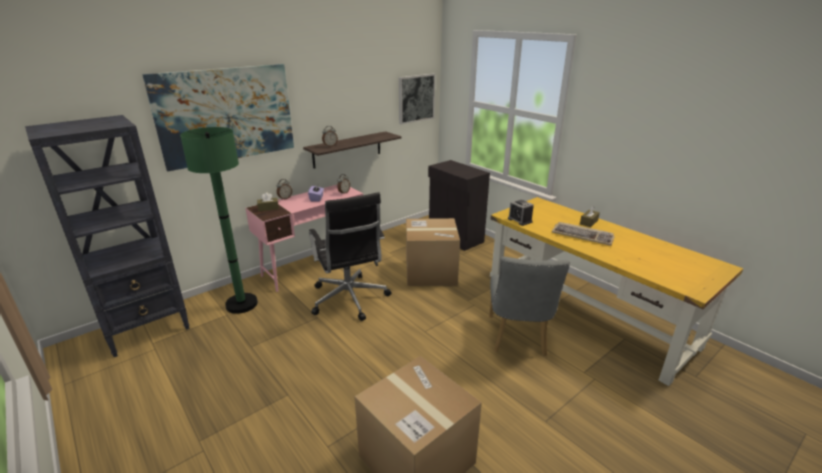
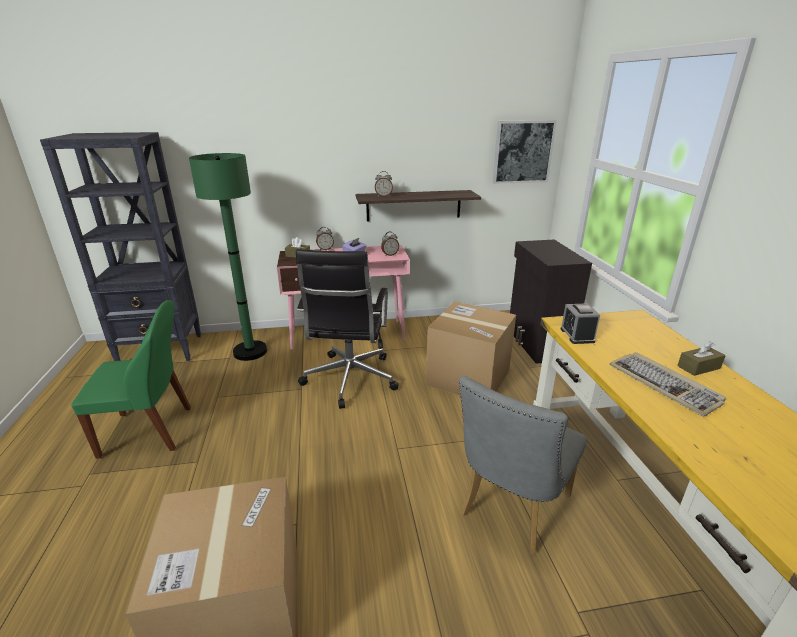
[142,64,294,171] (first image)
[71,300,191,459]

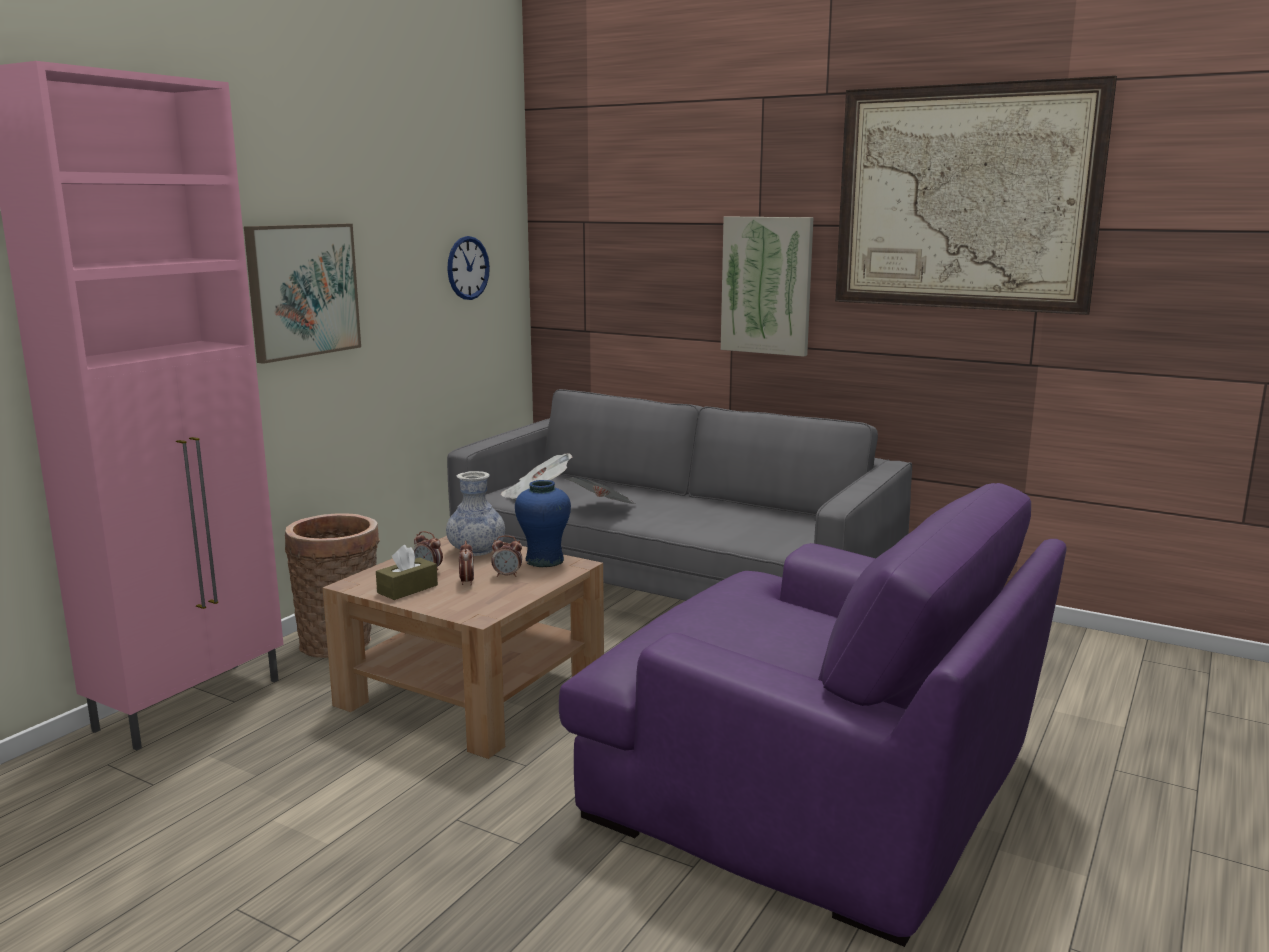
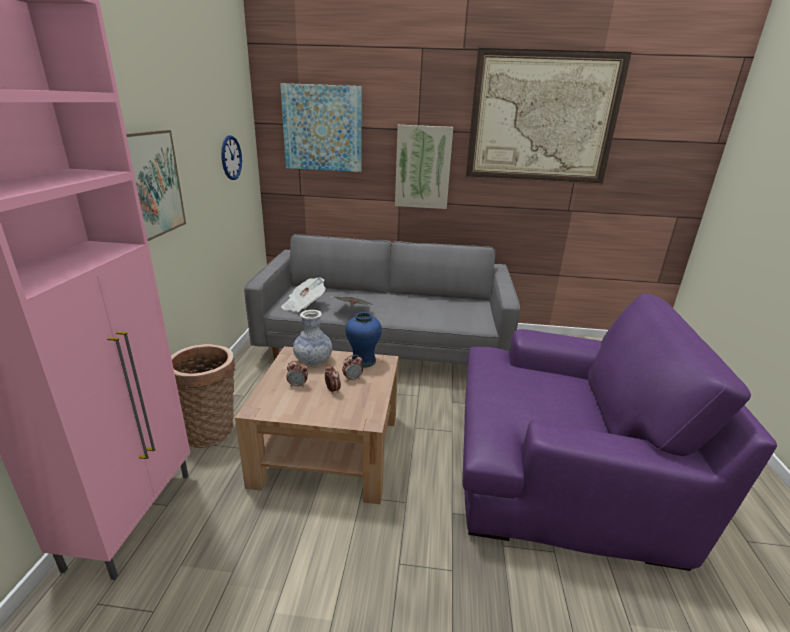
[376,545,438,600] (first image)
[280,83,362,172]

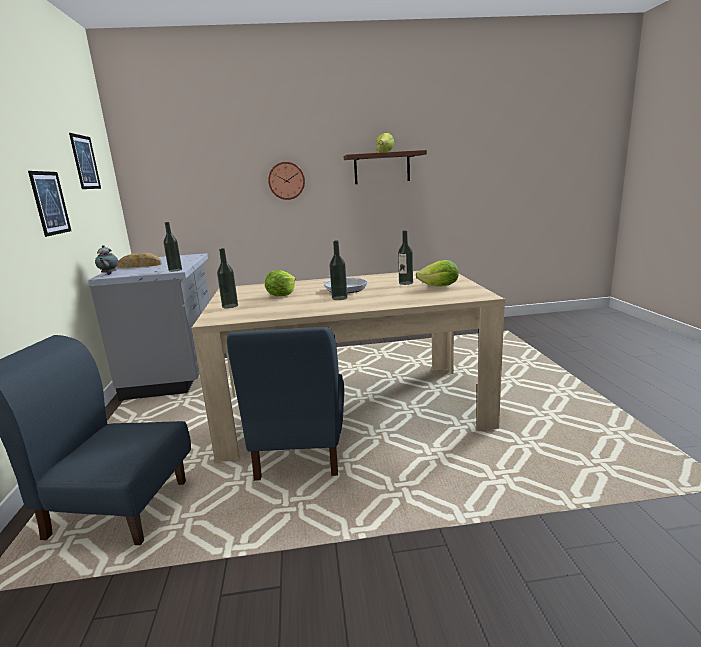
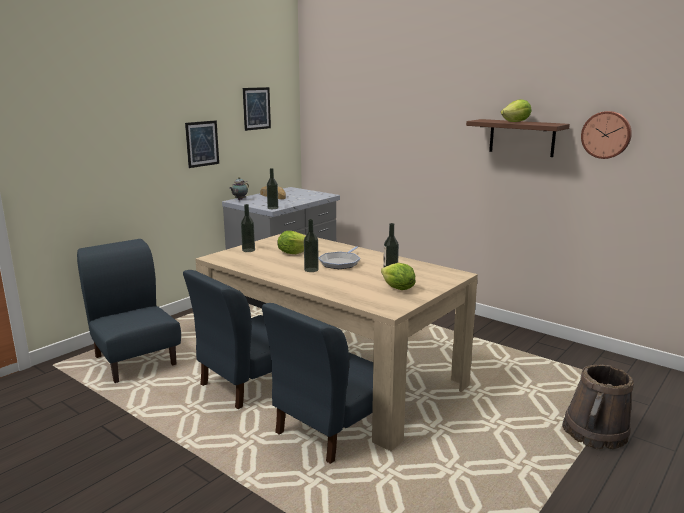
[581,111,632,159]
[262,303,373,464]
[562,364,634,450]

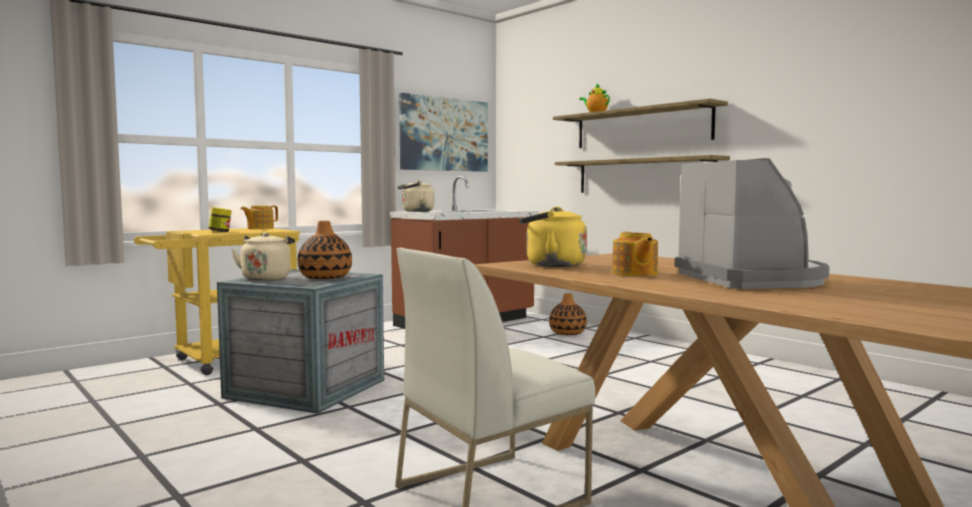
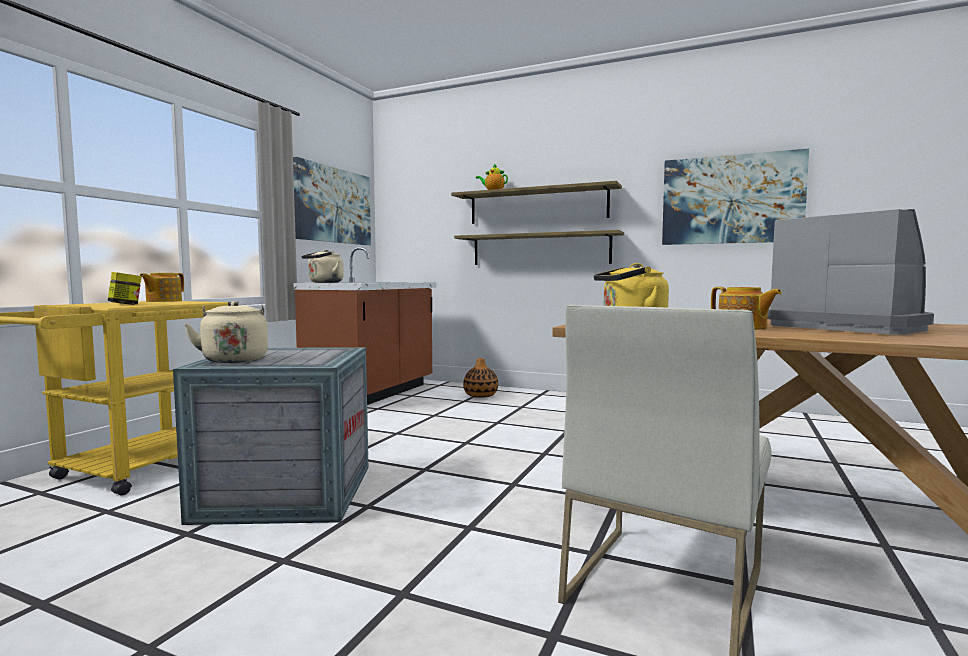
[298,221,352,279] (first image)
[662,149,809,245]

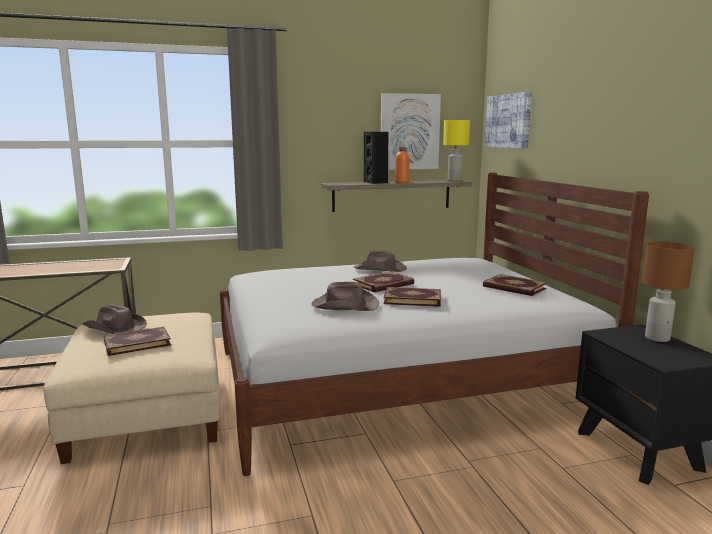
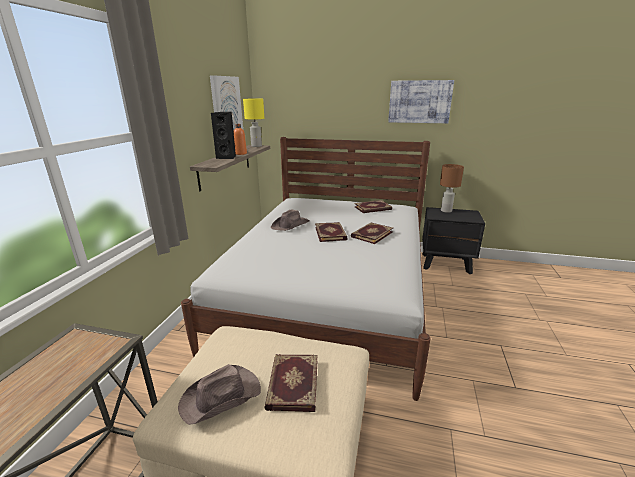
[311,282,379,311] (first image)
[388,80,454,123]

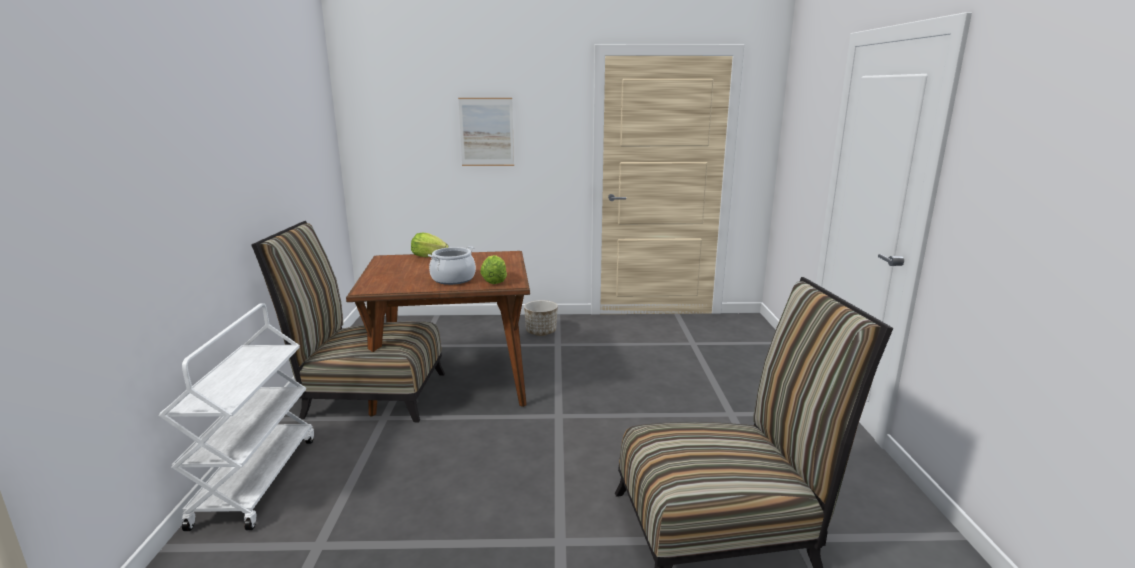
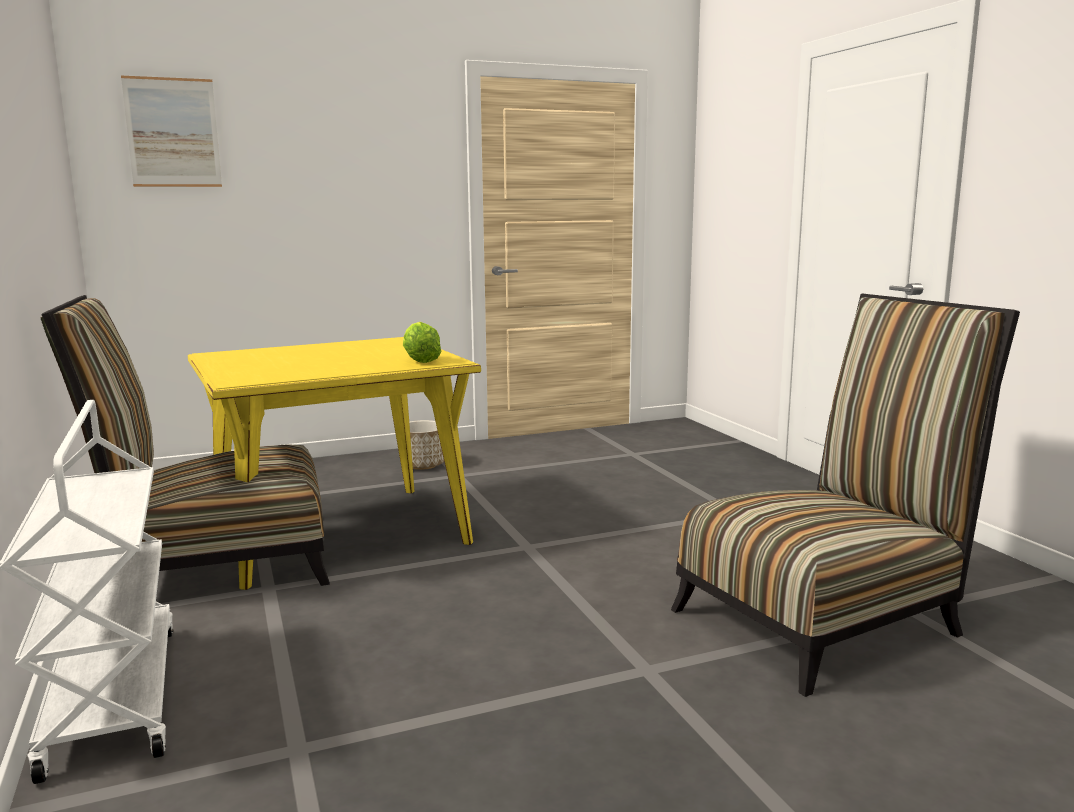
[188,337,481,590]
[411,233,448,257] (first image)
[428,246,476,285] (first image)
[121,76,222,187]

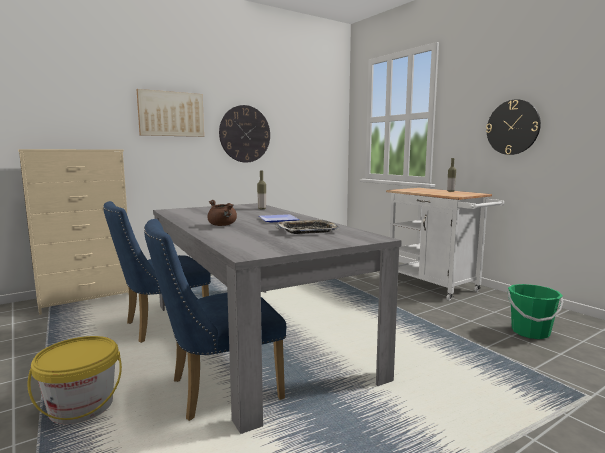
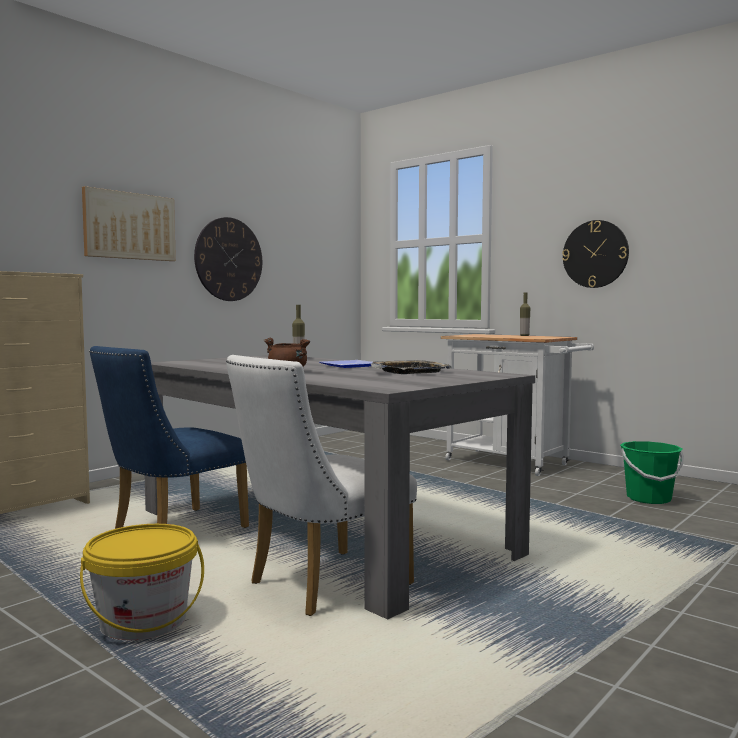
[226,355,417,616]

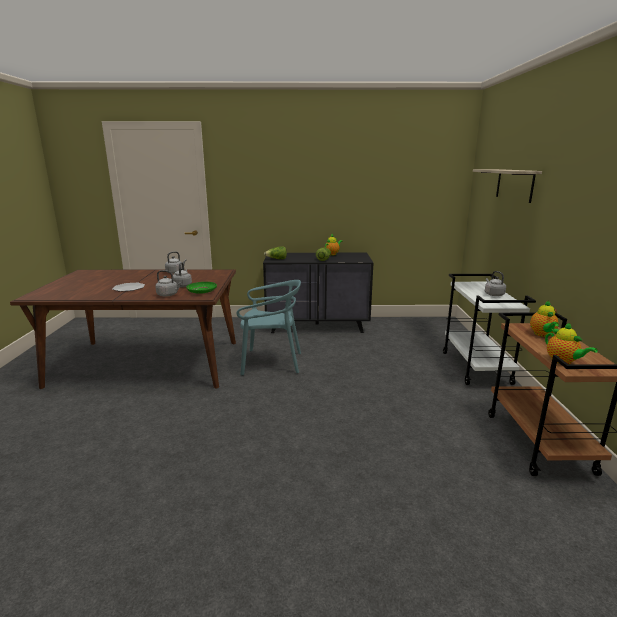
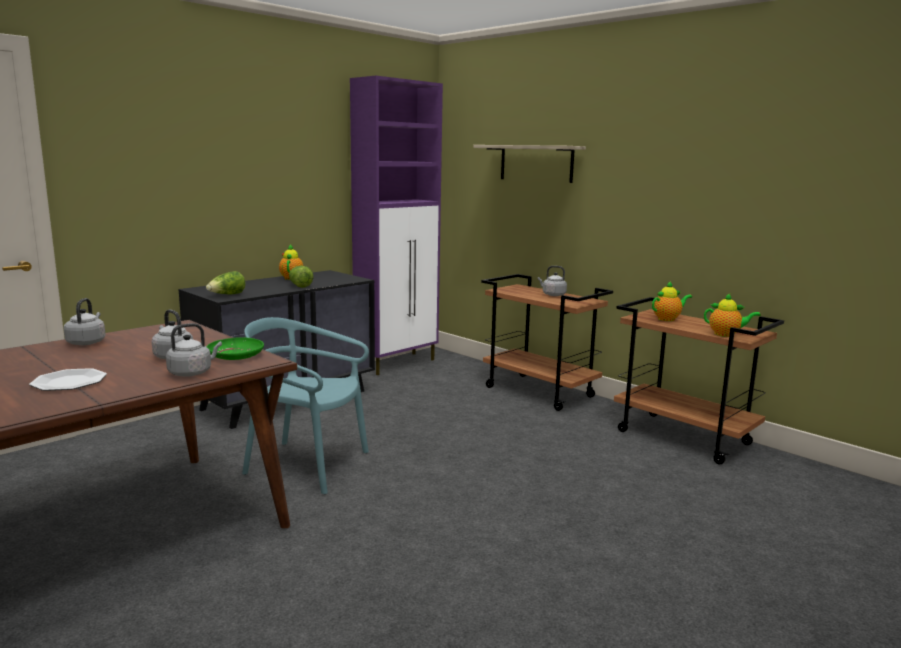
[242,317,369,494]
[481,274,613,411]
[652,281,692,321]
[350,76,443,375]

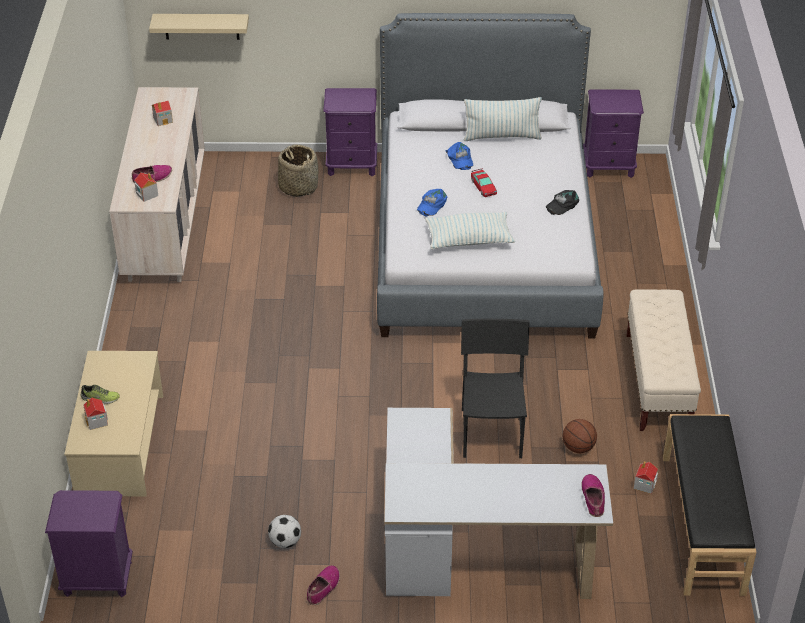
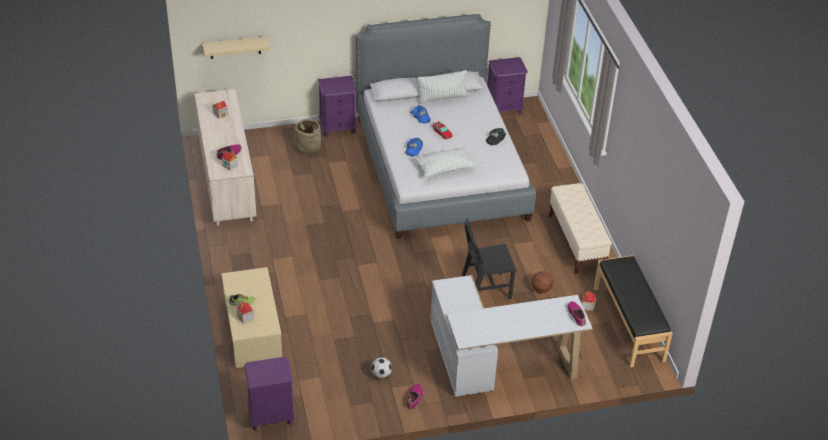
[461,219,517,299]

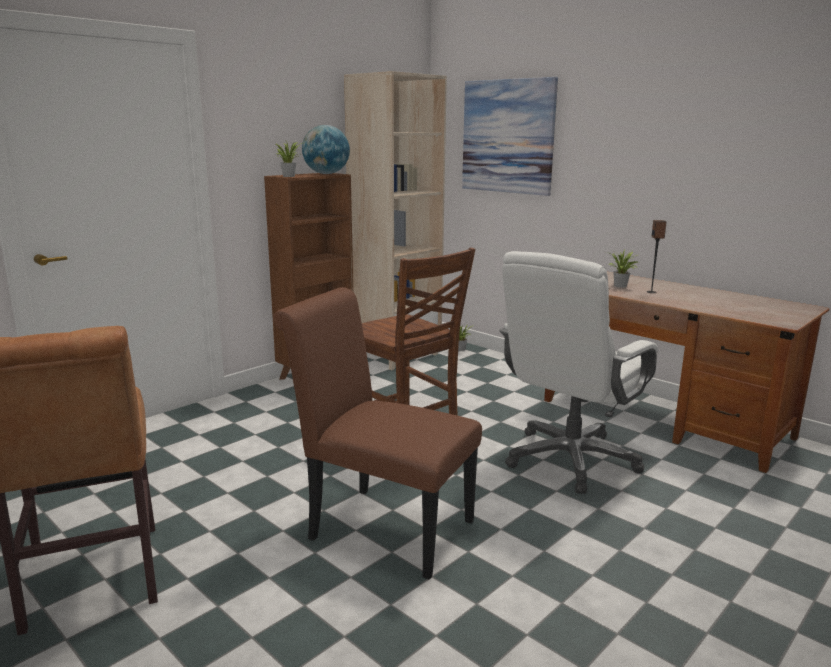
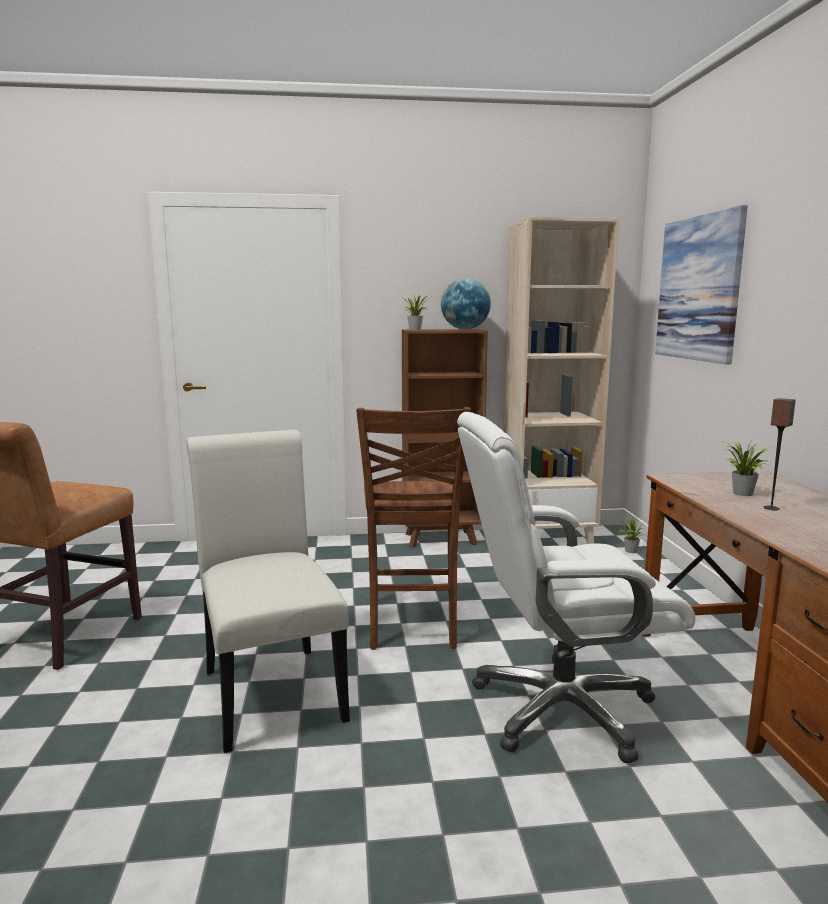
[187,430,350,753]

